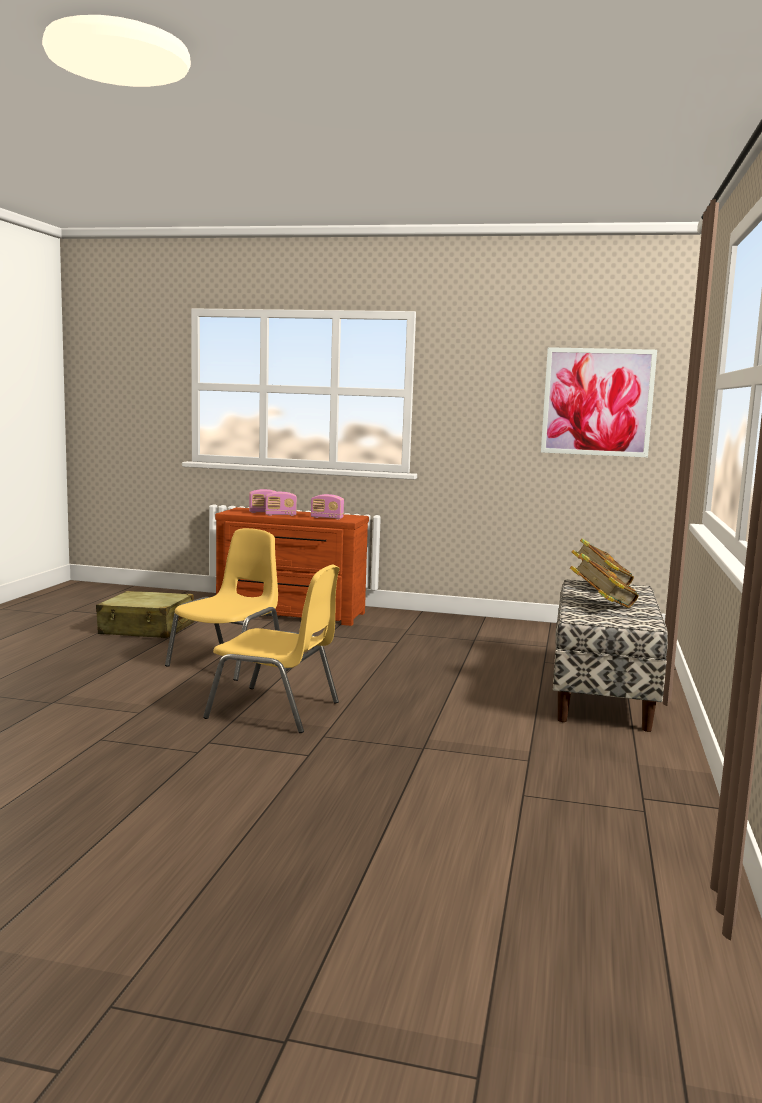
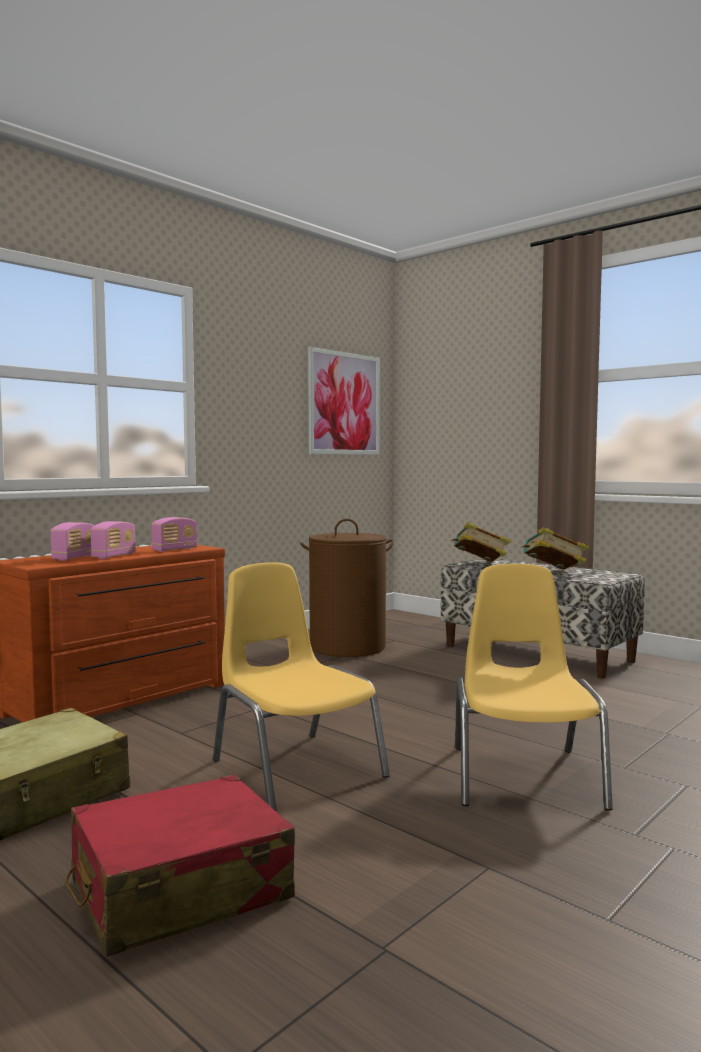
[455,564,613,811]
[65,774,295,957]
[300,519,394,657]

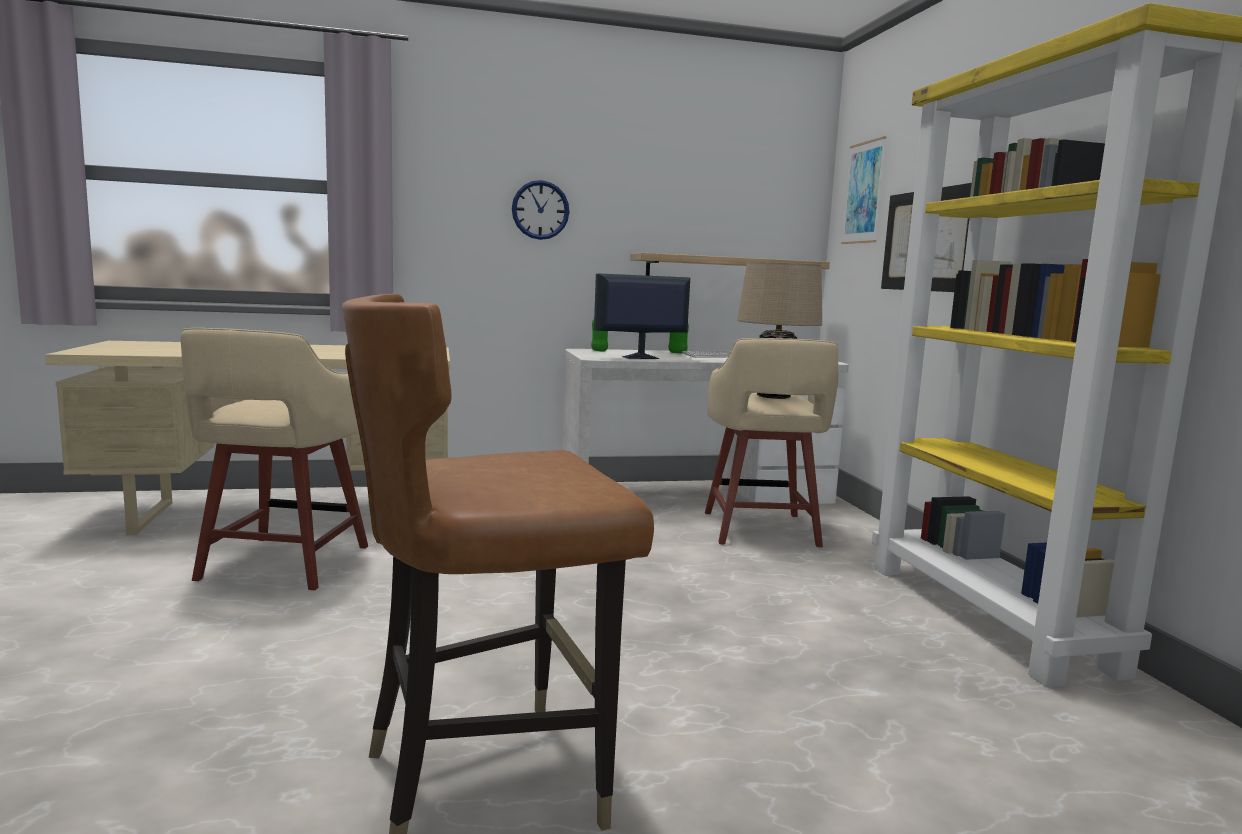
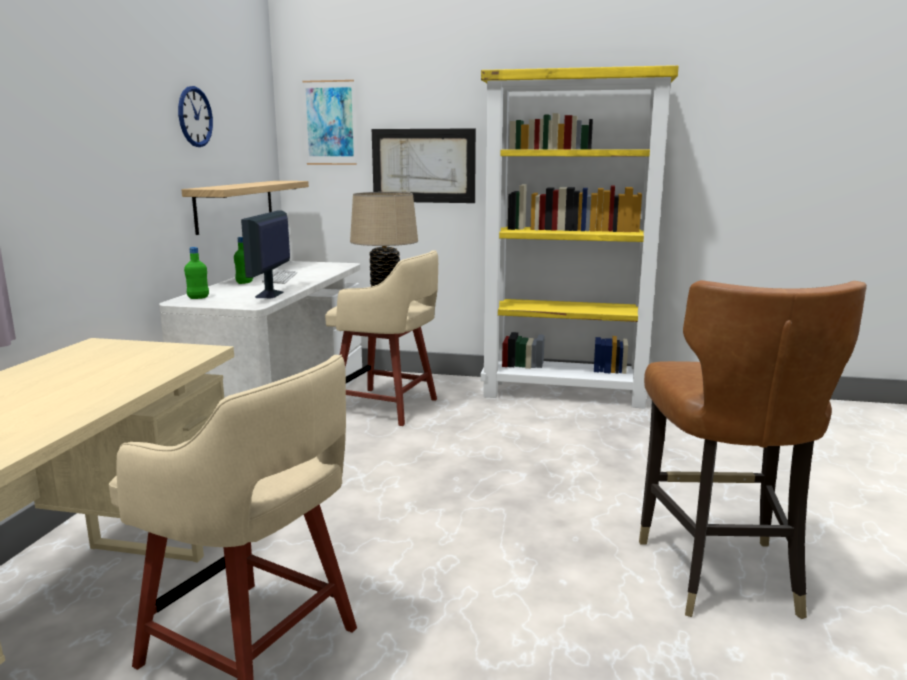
[178,86,213,147]

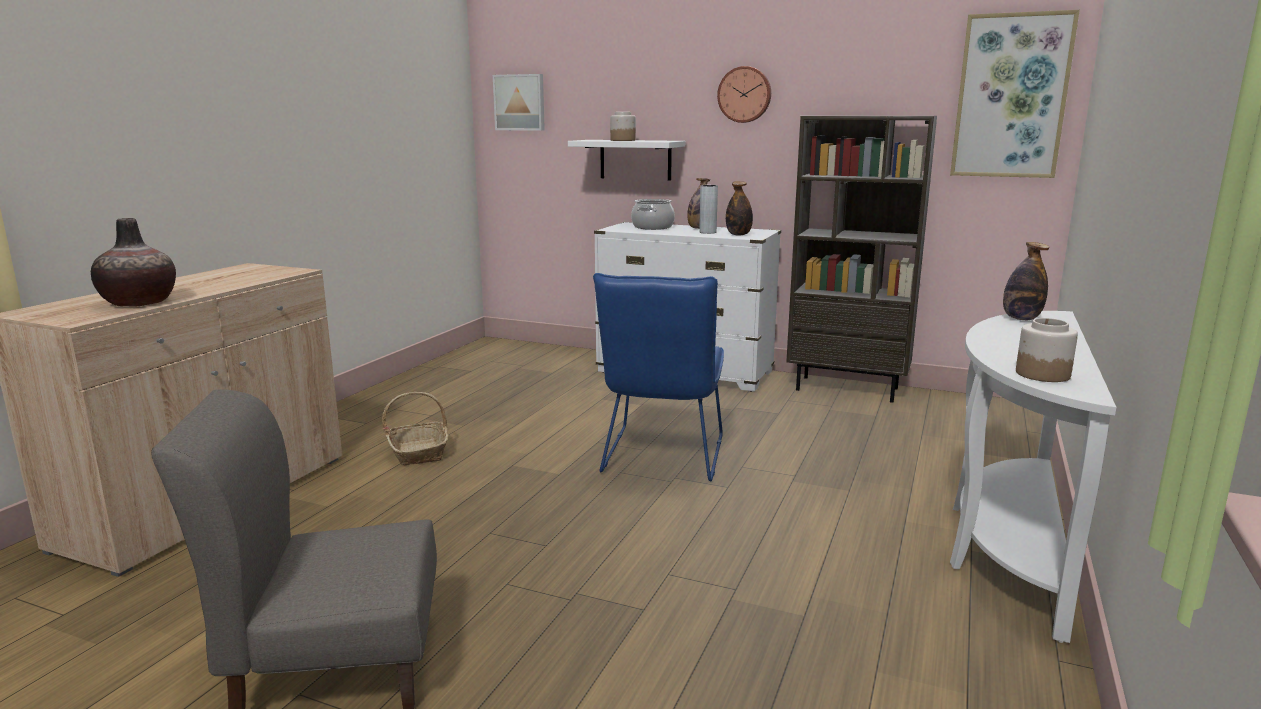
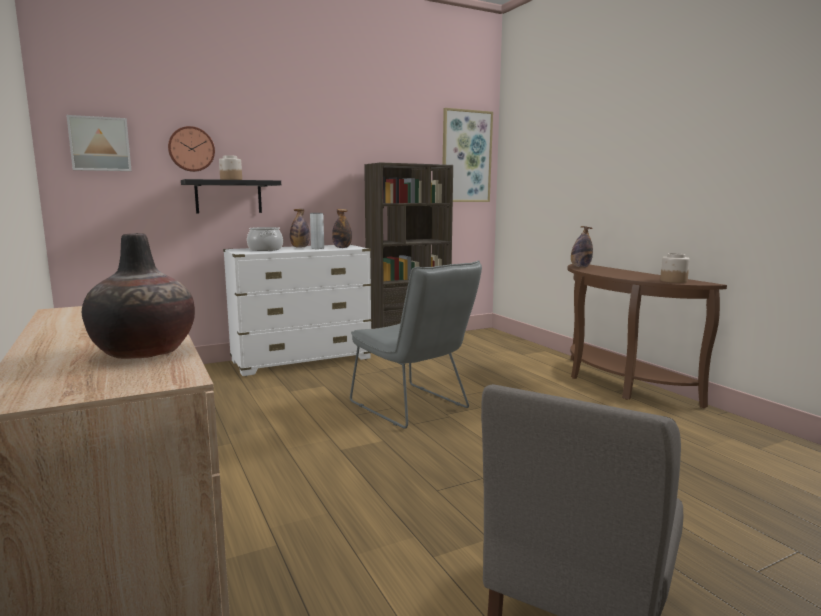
[382,392,449,466] (first image)
[181,179,281,214]
[350,260,482,429]
[168,126,215,172]
[567,264,727,409]

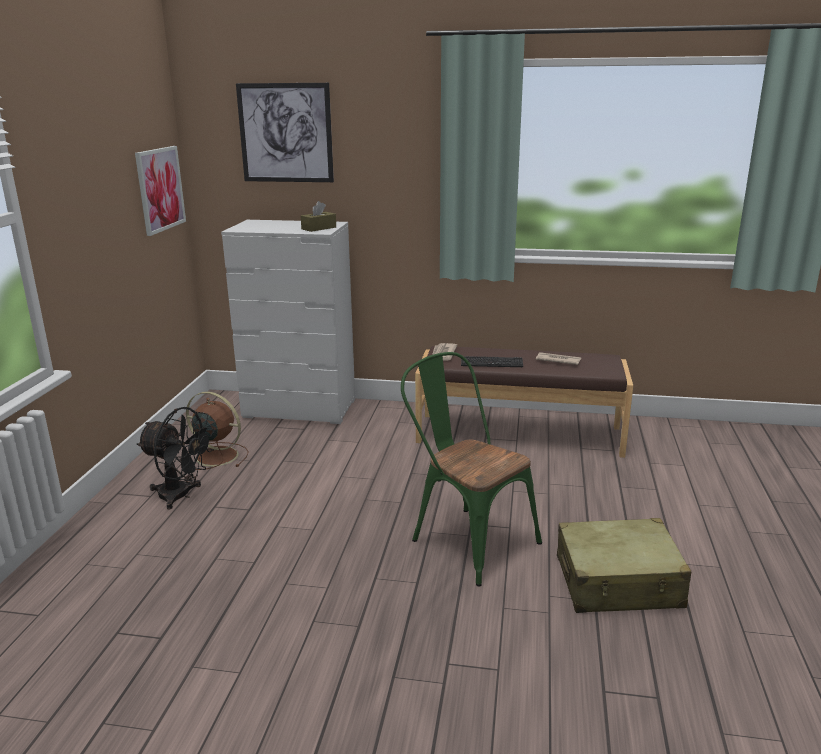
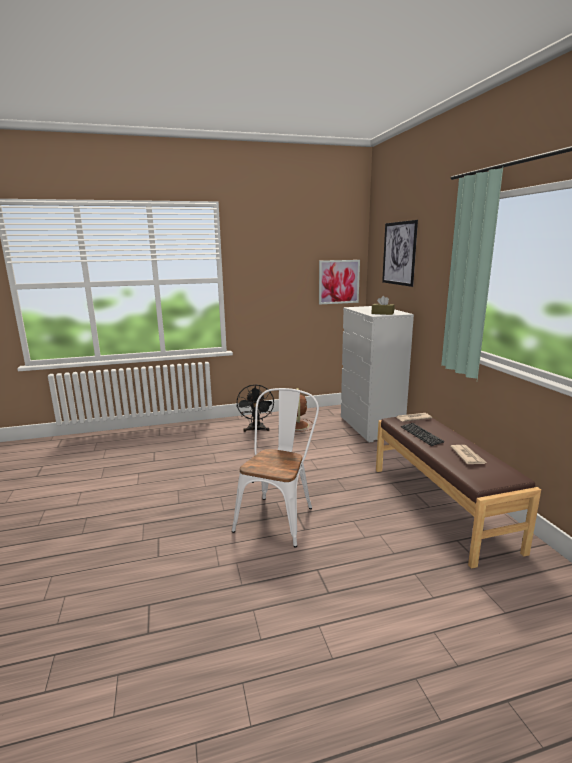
[232,388,319,548]
[557,518,691,613] (first image)

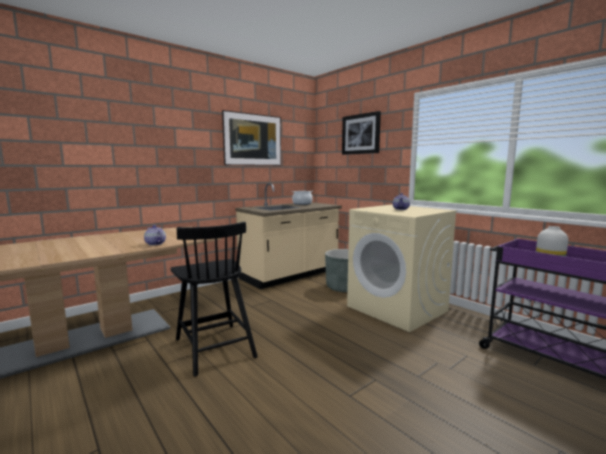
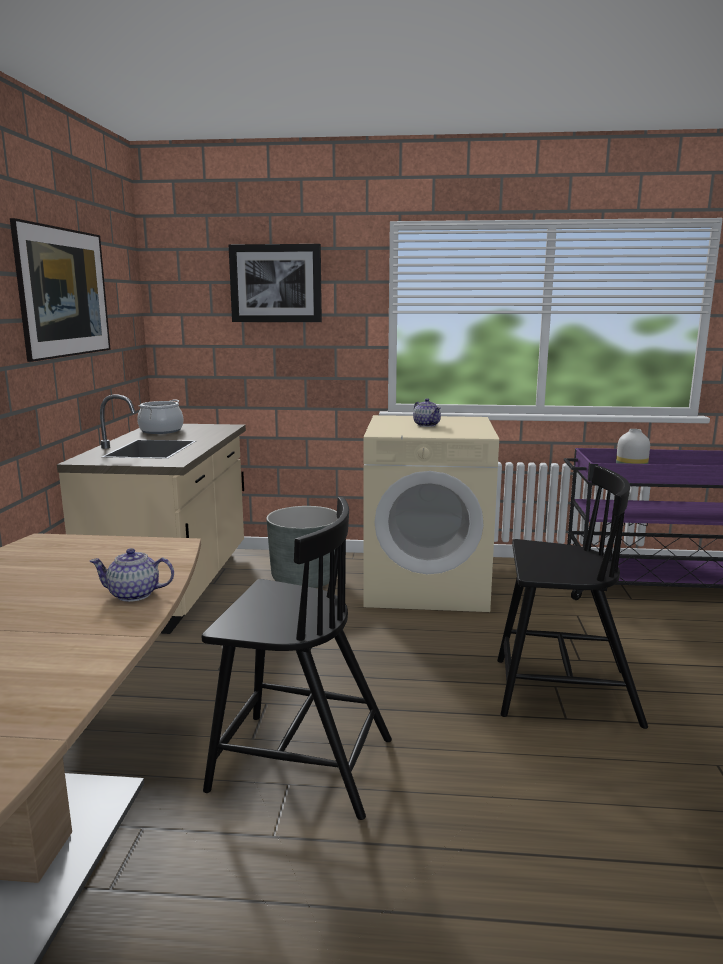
[497,466,648,729]

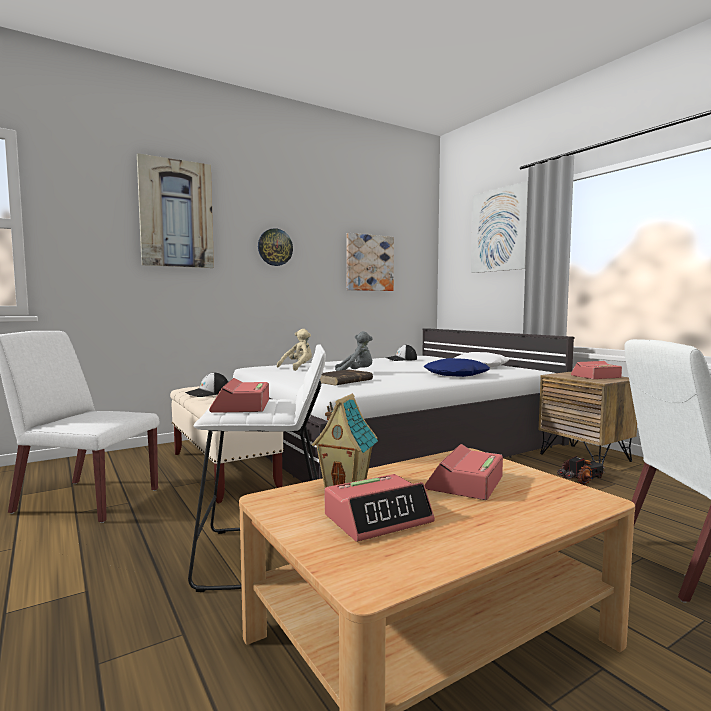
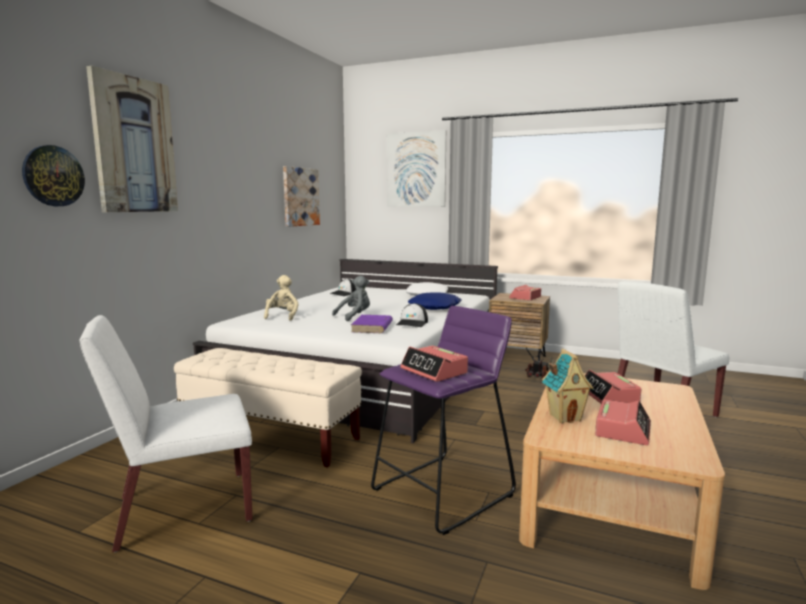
[396,303,428,327]
[371,306,516,535]
[22,145,85,206]
[351,315,393,333]

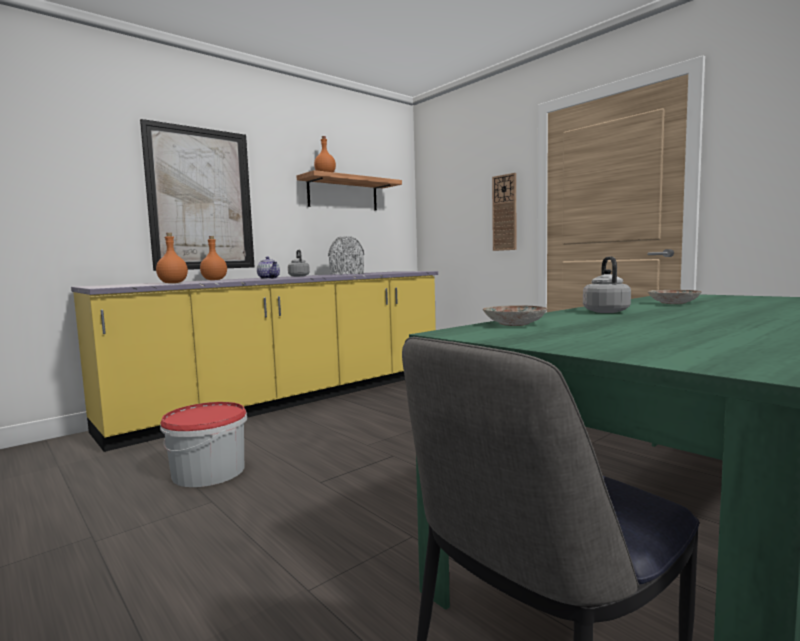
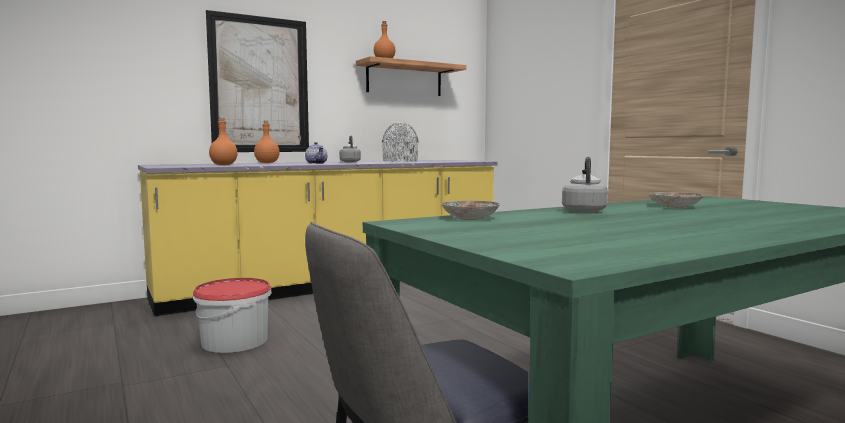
[492,173,516,251] (first image)

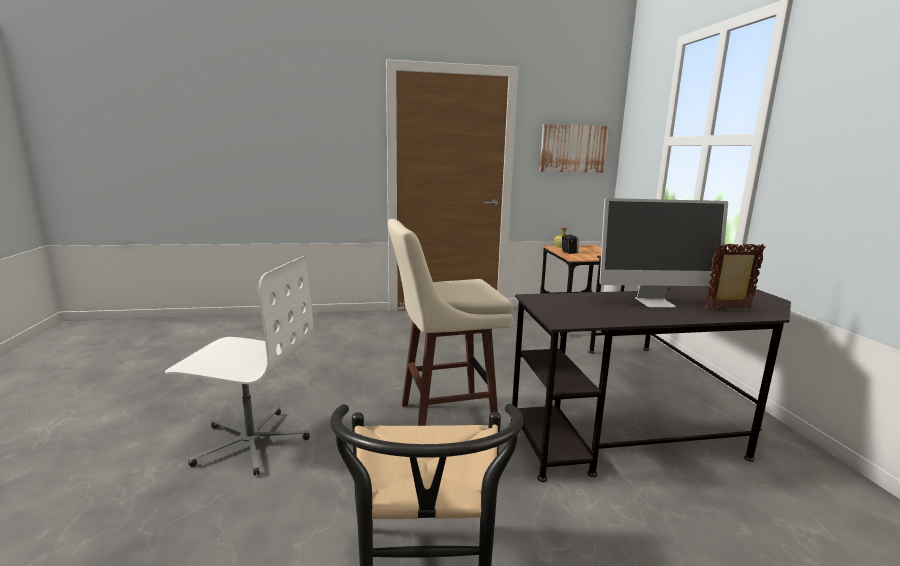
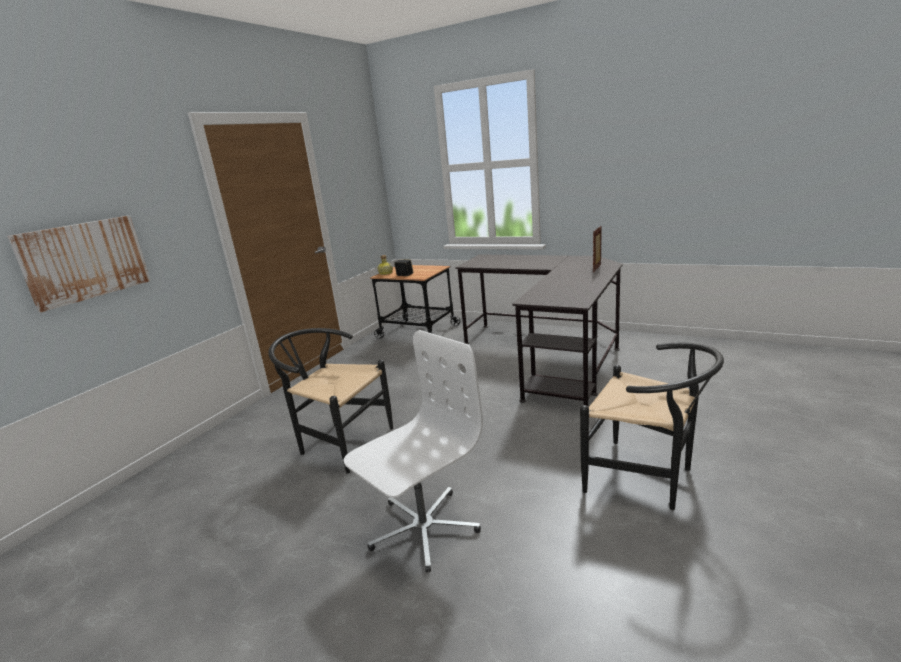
[388,219,513,426] (first image)
[7,216,151,312]
[599,198,728,308] (first image)
[268,328,393,474]

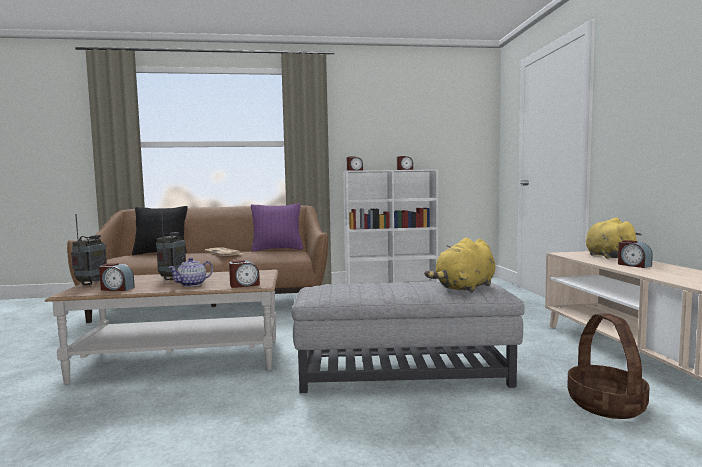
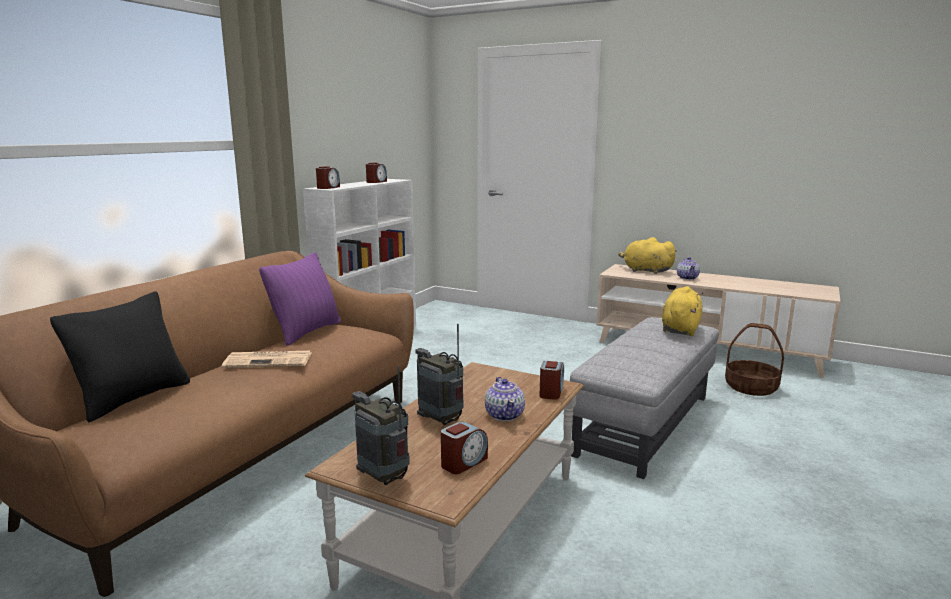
[662,286,703,336]
[677,257,700,280]

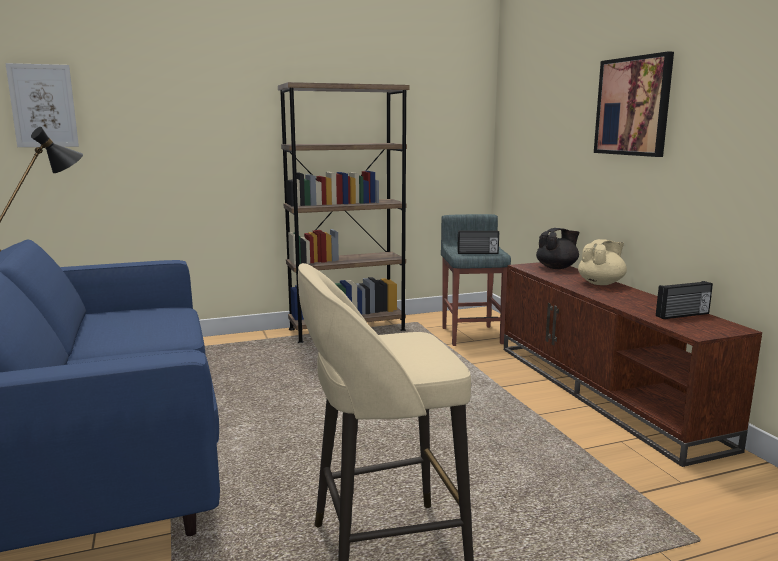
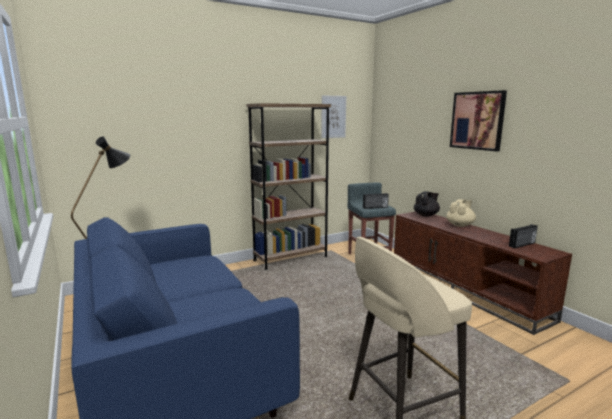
[321,95,346,138]

